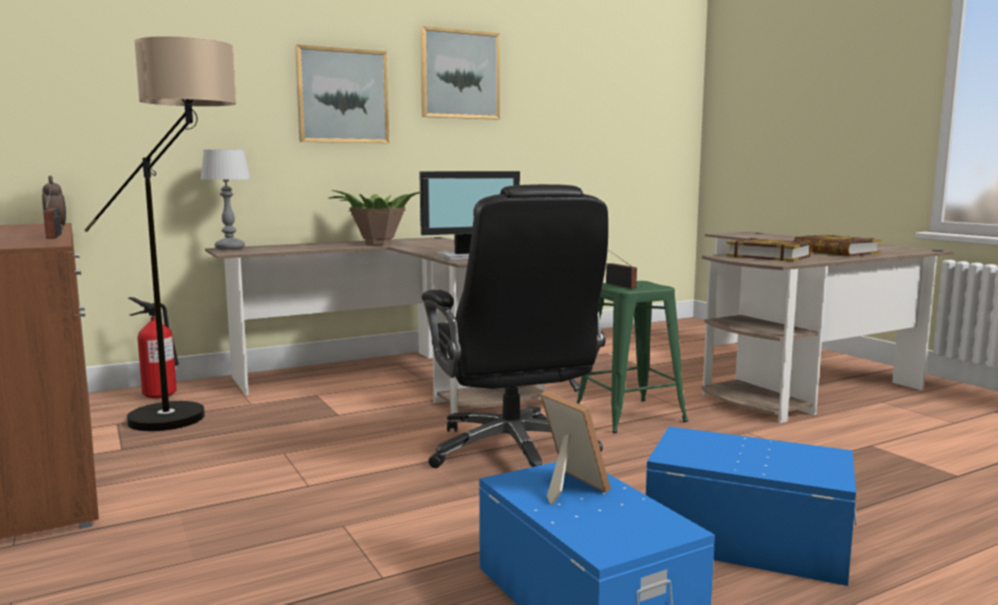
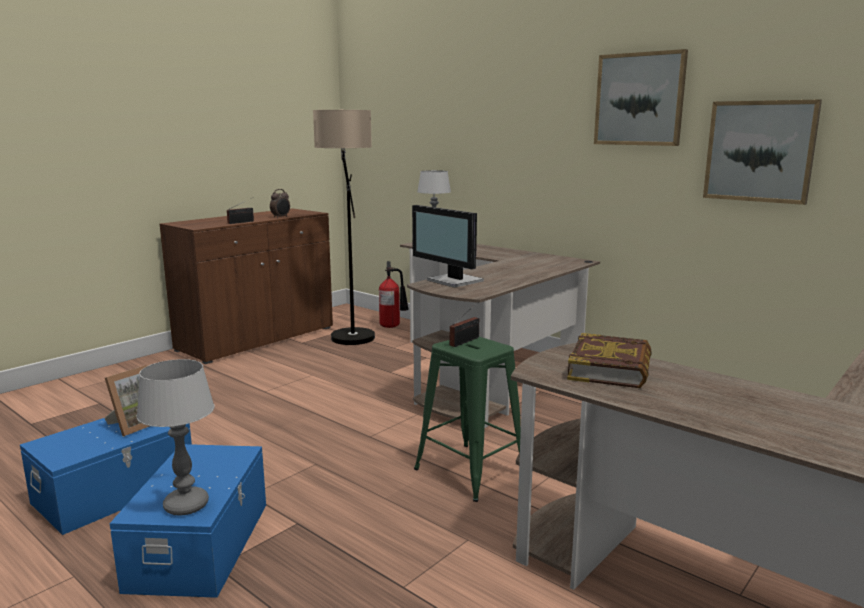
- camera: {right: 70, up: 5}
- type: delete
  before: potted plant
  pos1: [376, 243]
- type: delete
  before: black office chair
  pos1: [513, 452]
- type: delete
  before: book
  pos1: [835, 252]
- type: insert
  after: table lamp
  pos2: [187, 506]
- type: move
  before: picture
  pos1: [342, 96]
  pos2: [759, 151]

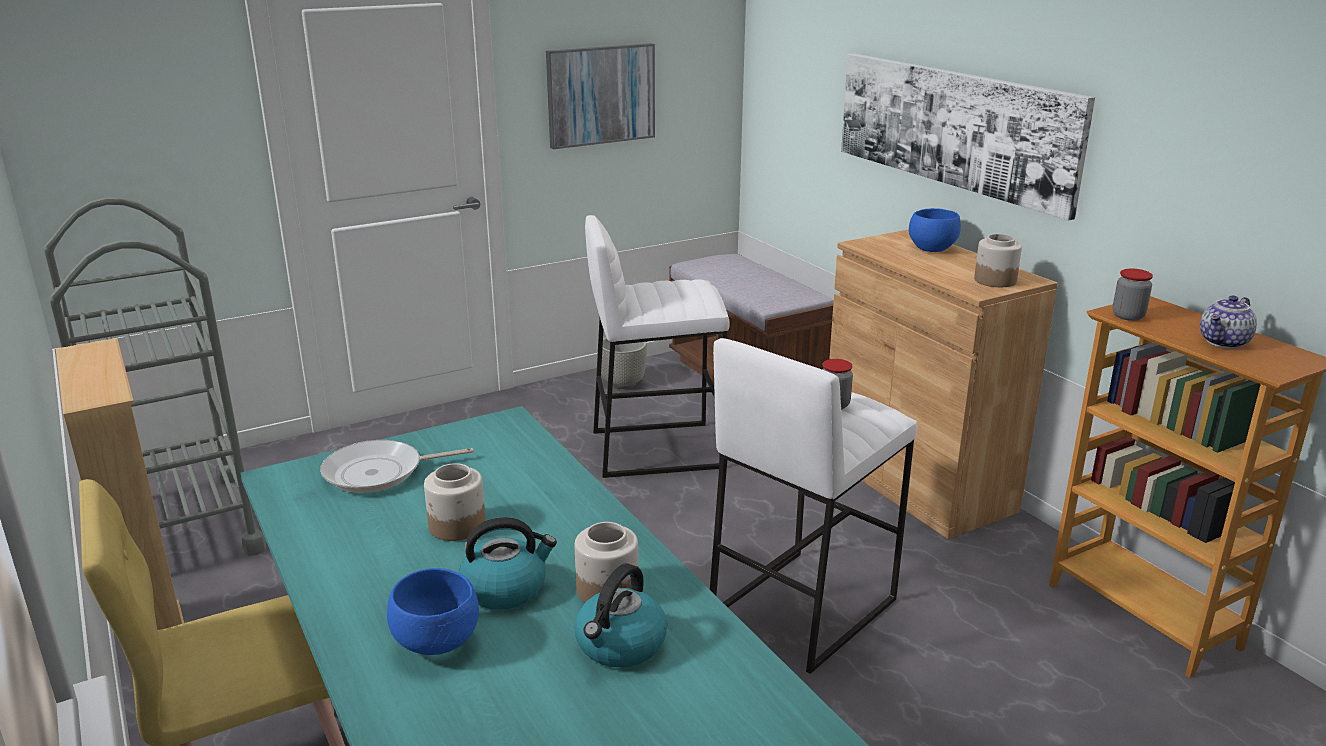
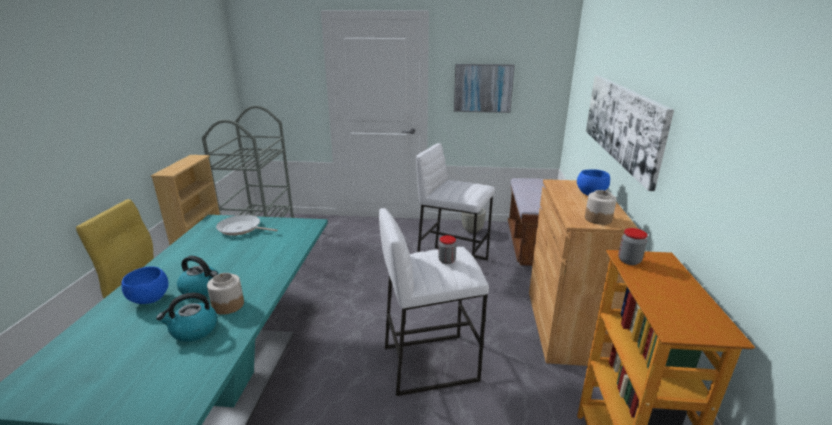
- camera: {right: 35, up: 0}
- type: delete
  before: jar
  pos1: [457, 526]
- type: delete
  before: teapot
  pos1: [1224, 343]

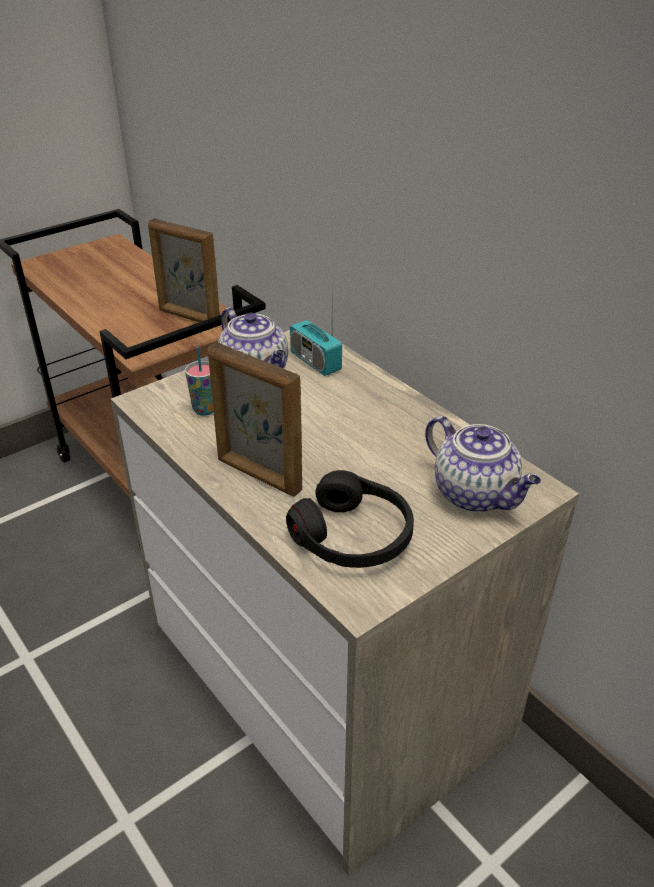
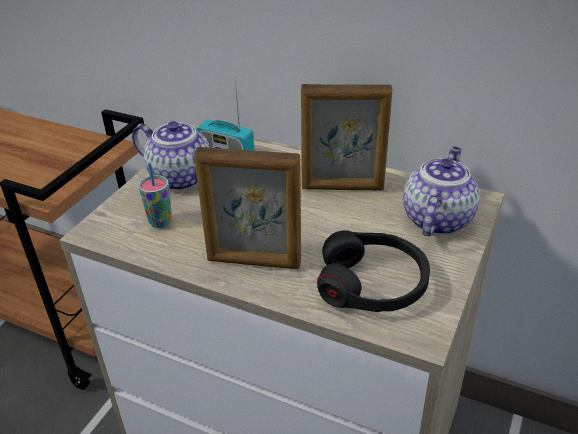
- camera: {right: -25, up: 0}
- type: move
  before: picture frame
  pos1: [189, 317]
  pos2: [342, 188]
- type: rotate
  before: teapot
  pos1: [476, 495]
  pos2: [436, 219]
  turn: -90

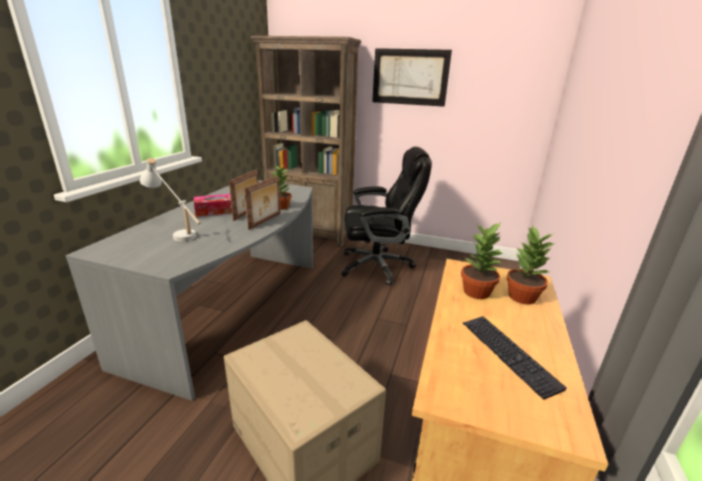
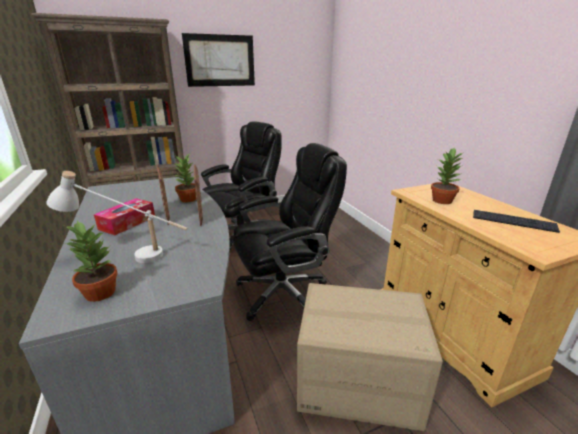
- camera: {right: -40, up: 0}
- type: insert
  after: black office chair
  pos2: [284, 292]
- type: move
  before: potted plant
  pos1: [521, 296]
  pos2: [99, 292]

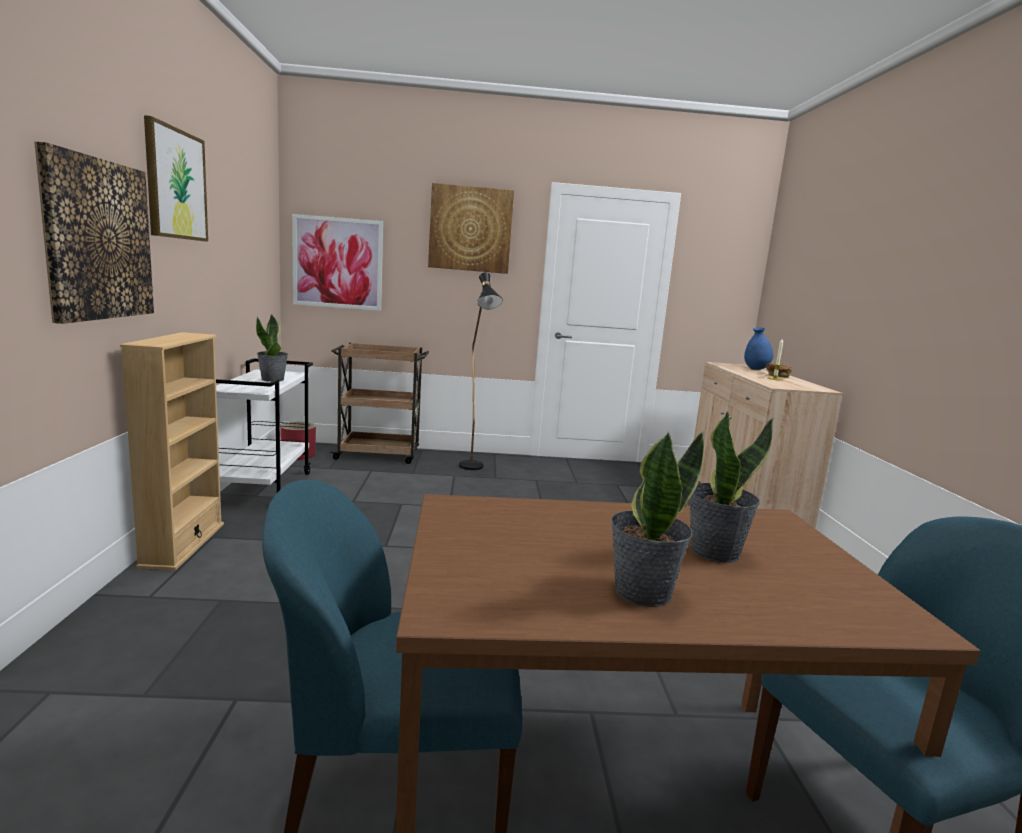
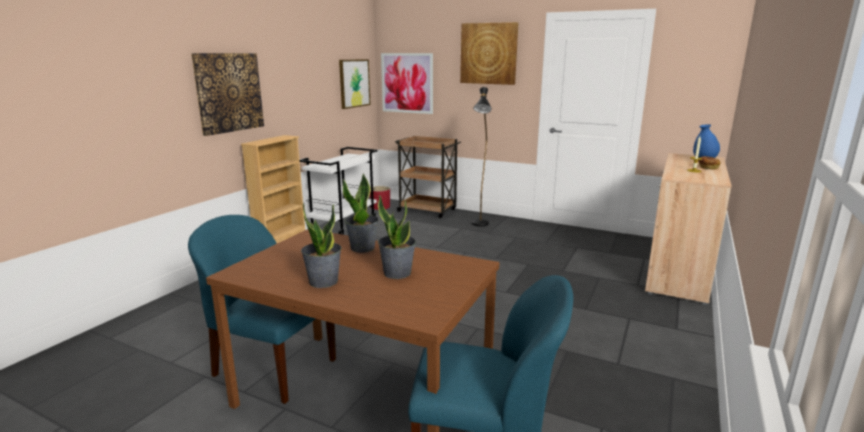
- camera: {right: 30, up: 5}
- type: move
  before: picture
  pos1: [175, 184]
  pos2: [354, 83]
- type: move
  before: potted plant
  pos1: [273, 379]
  pos2: [363, 248]

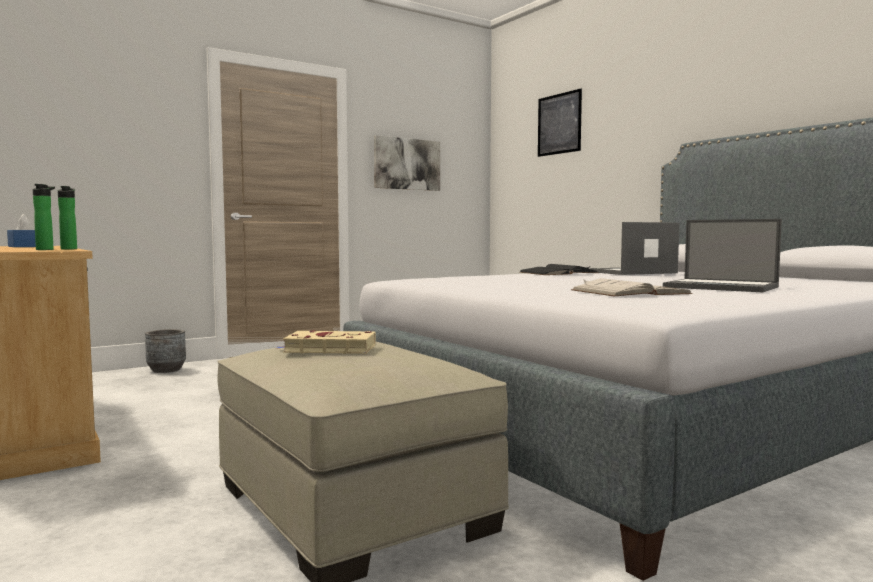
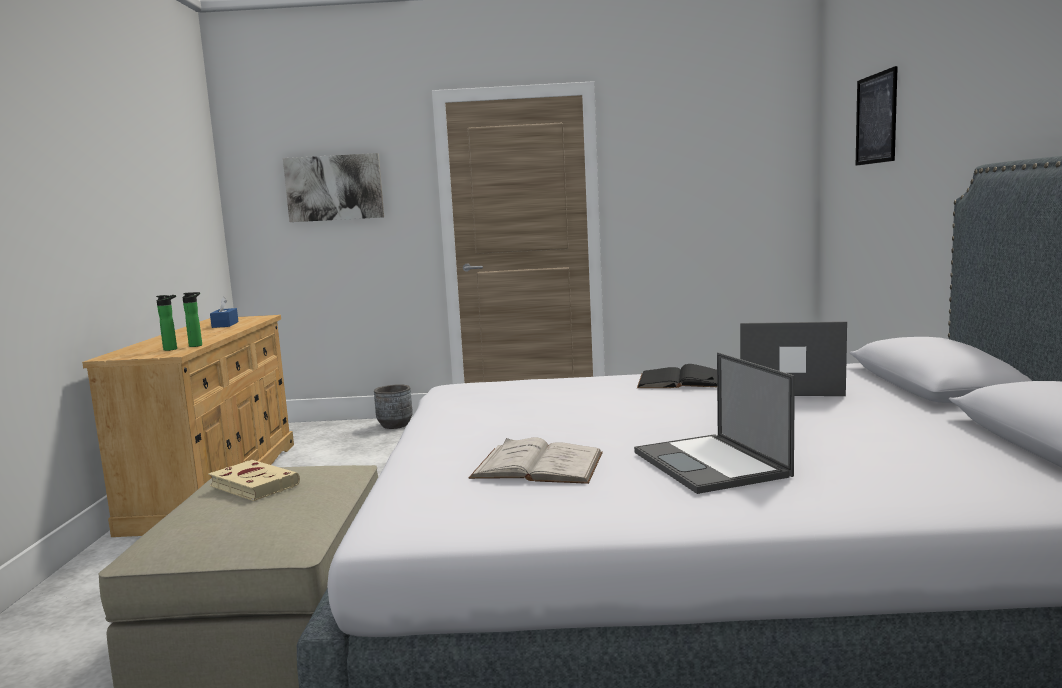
- camera: {right: 35, up: 5}
- type: move
  before: picture
  pos1: [407, 164]
  pos2: [334, 188]

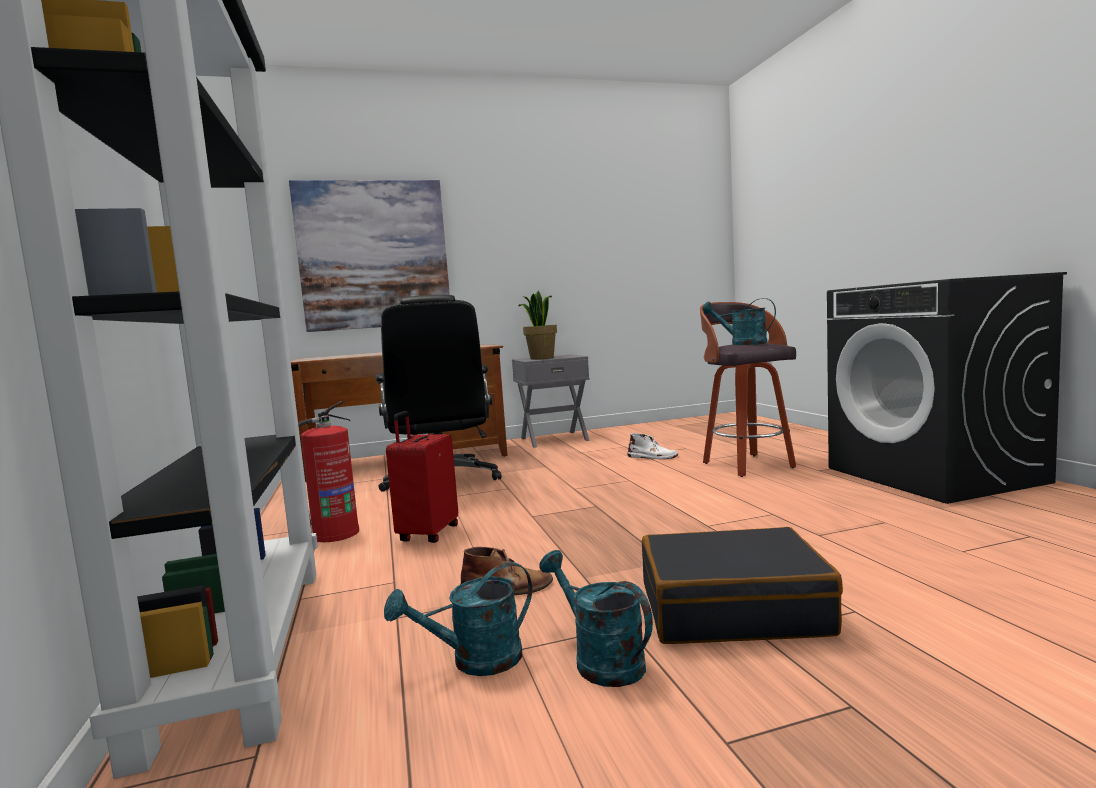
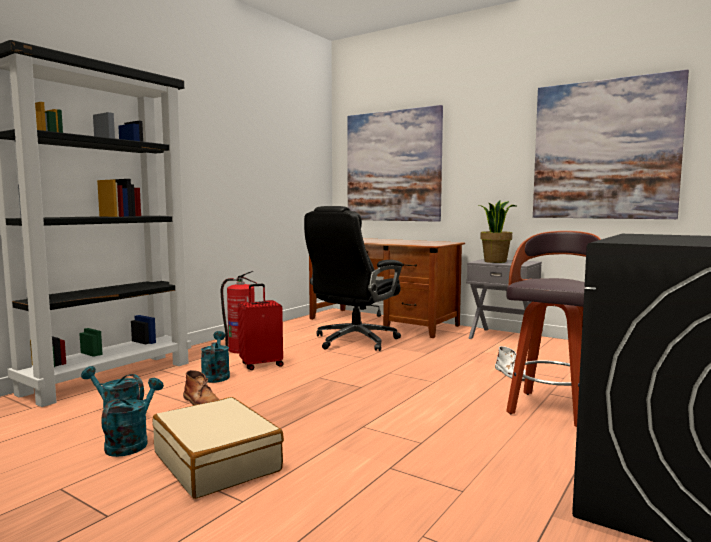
- camera: {right: 50, up: 0}
- type: insert
  after: picture
  pos2: [604, 150]
- type: move
  before: turquoise watering can
  pos1: [742, 344]
  pos2: [216, 375]
- type: recolor
  before: black suitcase
  after: beige suitcase
  pos1: [732, 608]
  pos2: [217, 462]

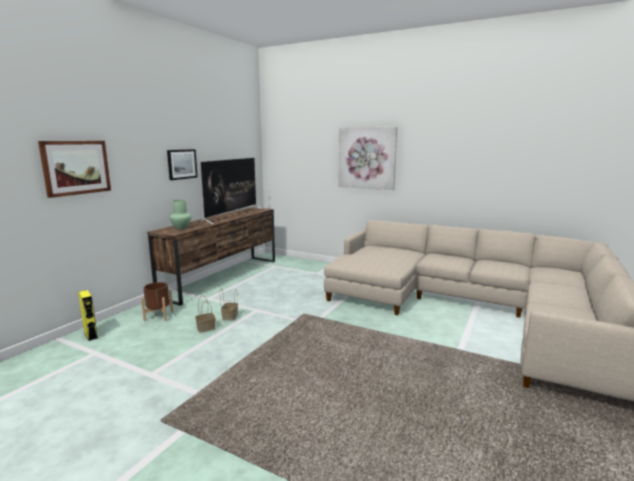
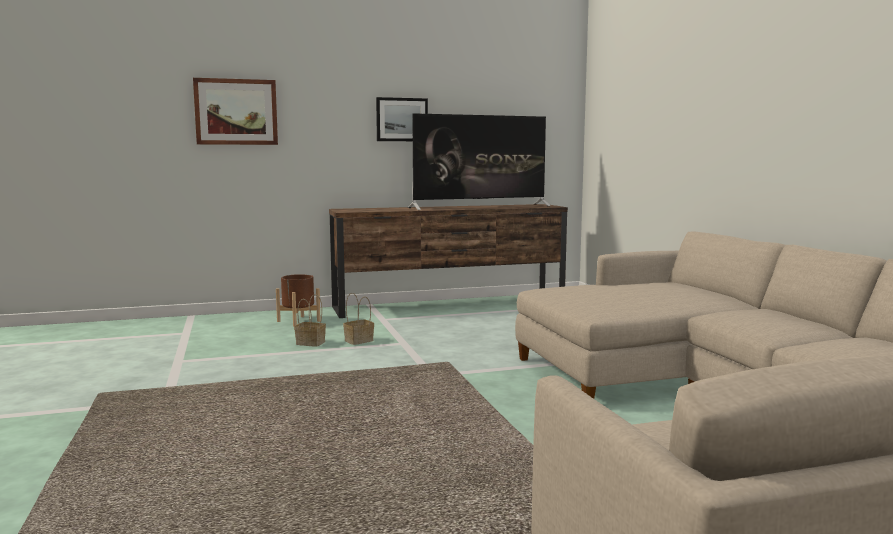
- camera: {right: 45, up: -5}
- type: delete
  before: yellow speaker
  pos1: [91, 335]
- type: delete
  before: green vase
  pos1: [181, 227]
- type: delete
  before: picture
  pos1: [367, 158]

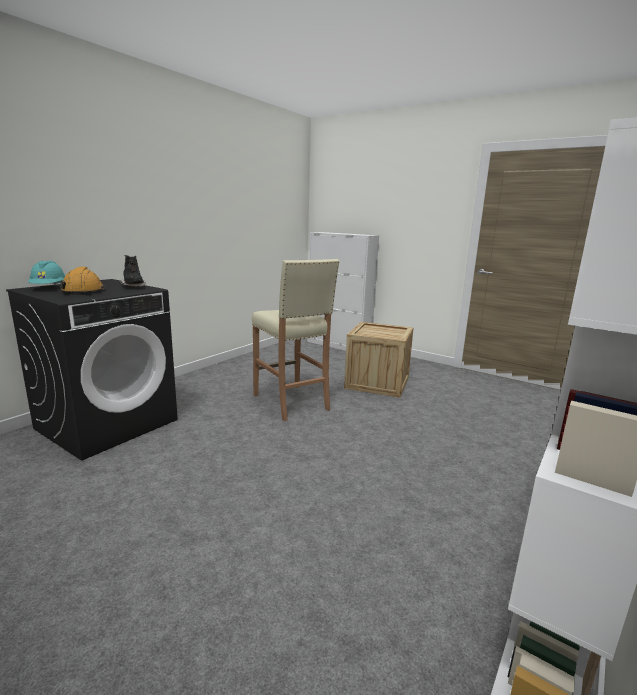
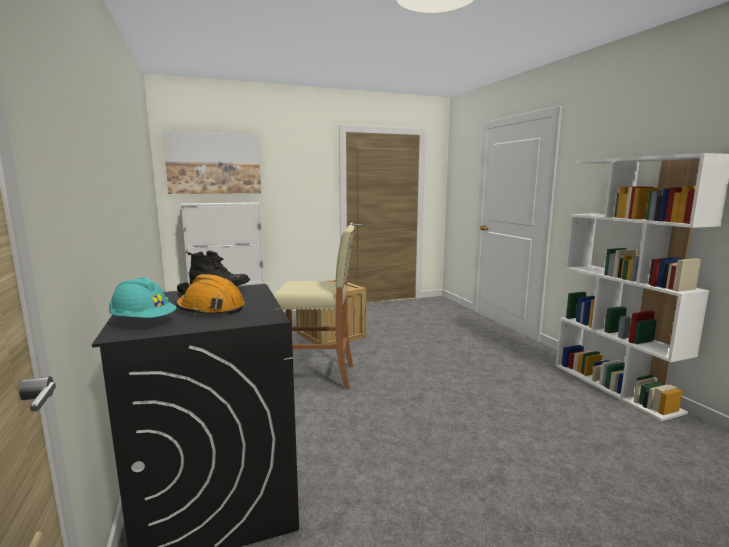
- camera: {right: -55, up: -5}
- type: insert
  after: picture
  pos2: [214, 163]

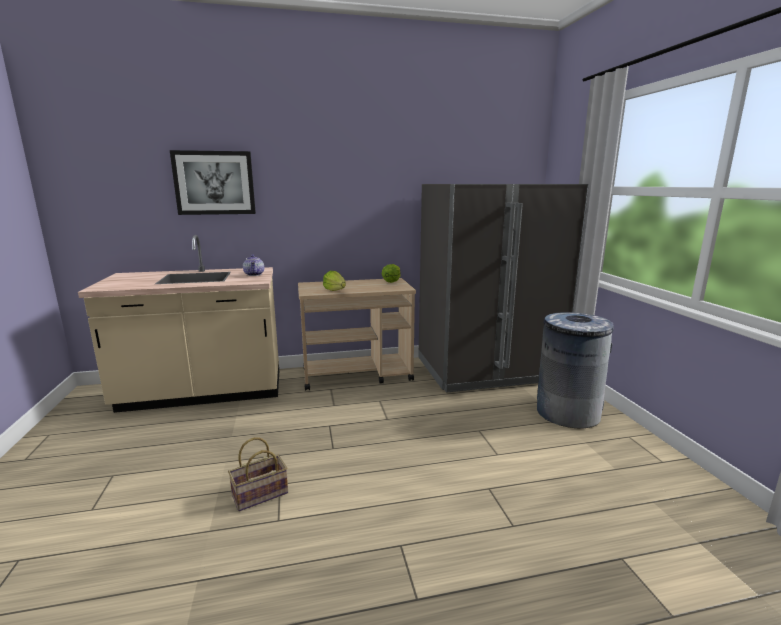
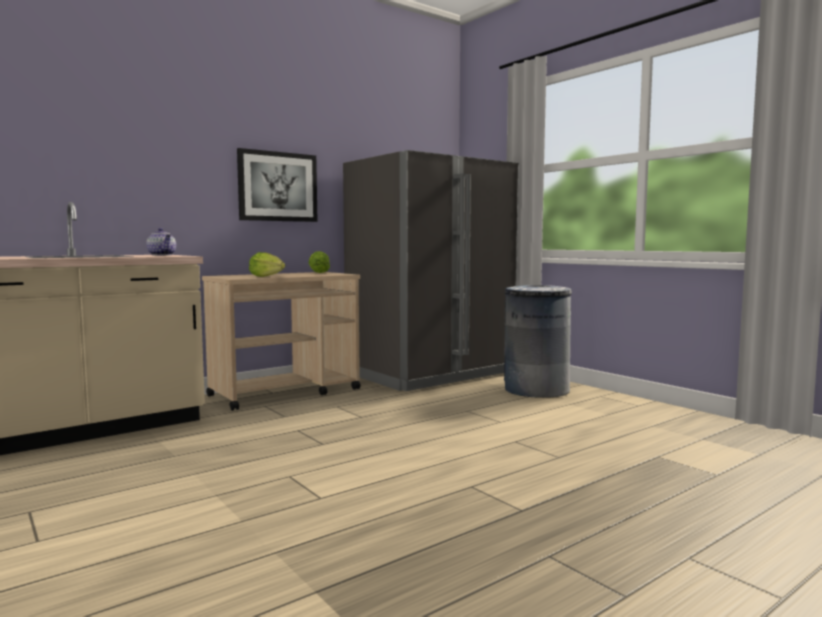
- camera: {right: -25, up: -10}
- type: delete
  before: basket
  pos1: [259, 495]
- type: move
  before: picture
  pos1: [214, 183]
  pos2: [278, 186]

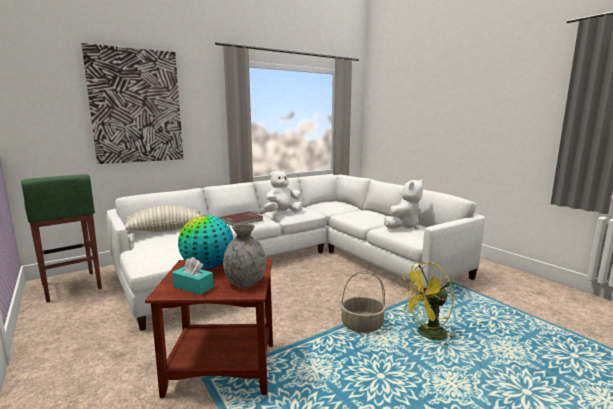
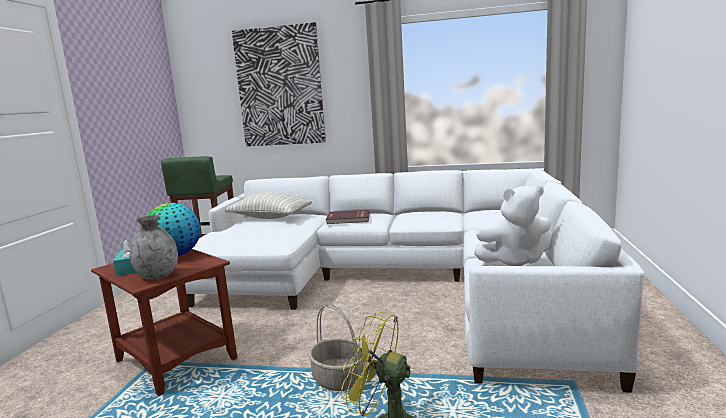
- camera: {right: 45, up: 0}
- type: delete
  before: white plush toy
  pos1: [282, 213]

